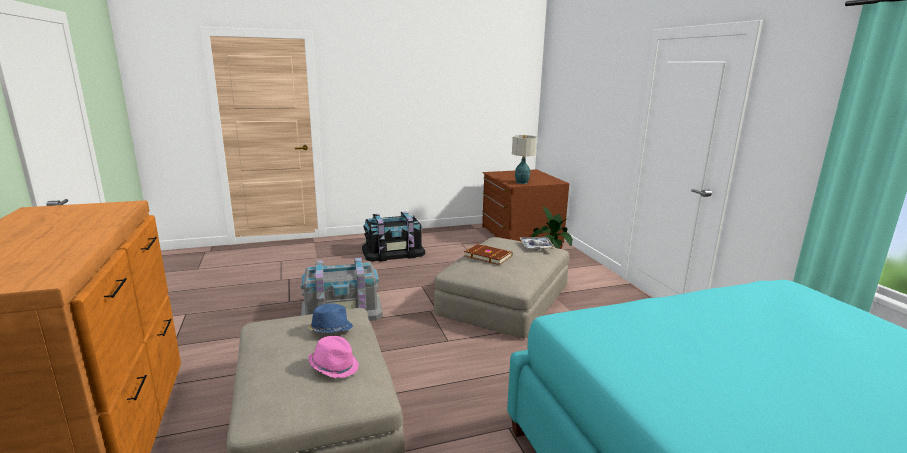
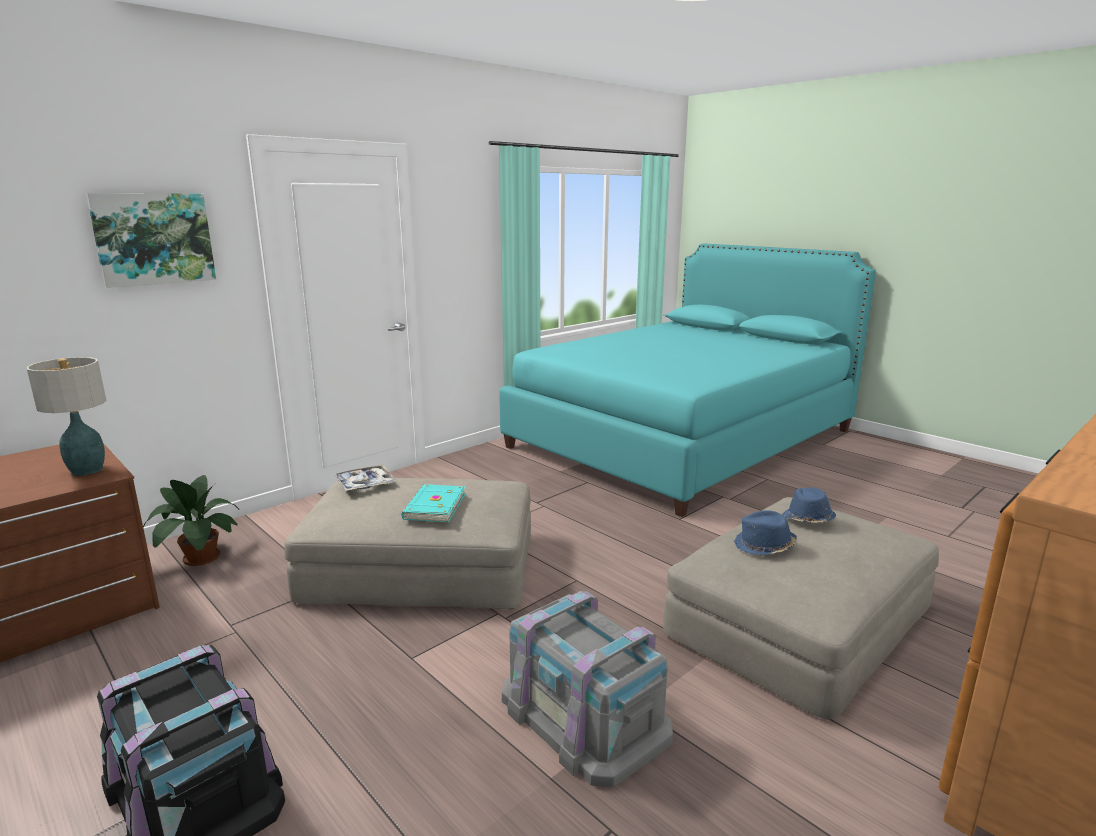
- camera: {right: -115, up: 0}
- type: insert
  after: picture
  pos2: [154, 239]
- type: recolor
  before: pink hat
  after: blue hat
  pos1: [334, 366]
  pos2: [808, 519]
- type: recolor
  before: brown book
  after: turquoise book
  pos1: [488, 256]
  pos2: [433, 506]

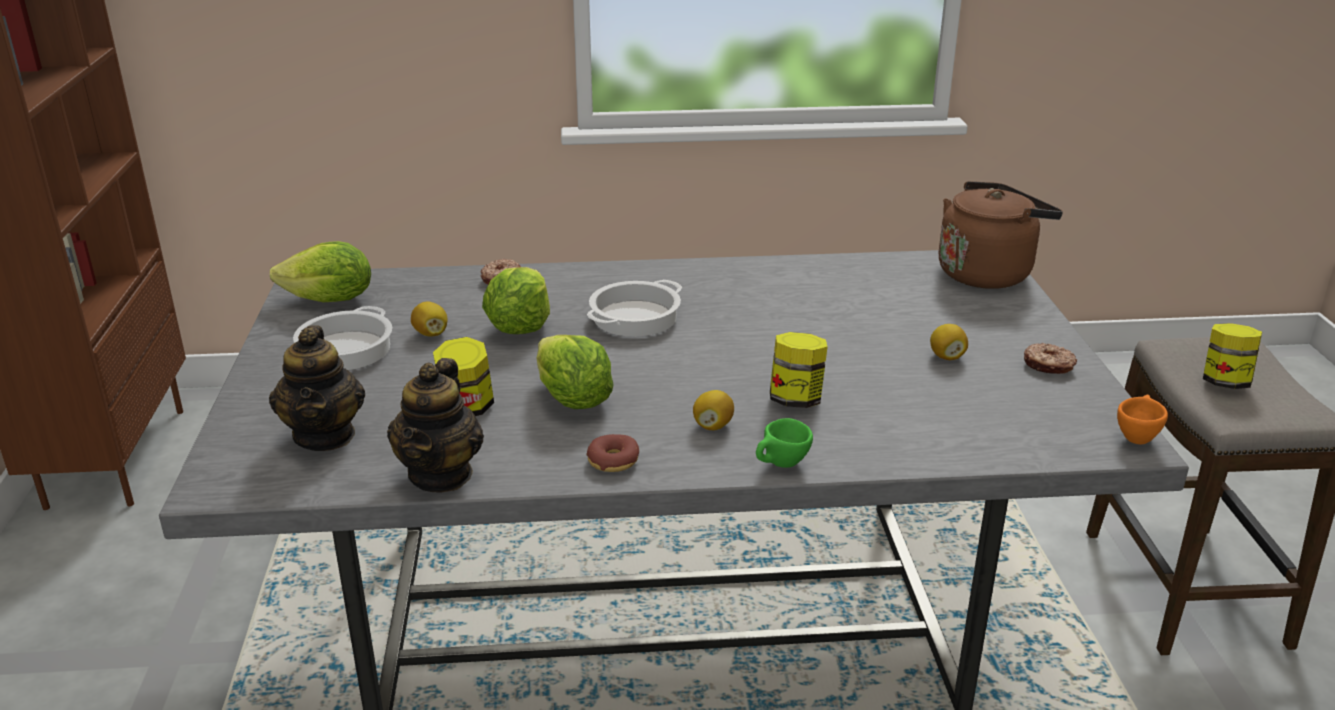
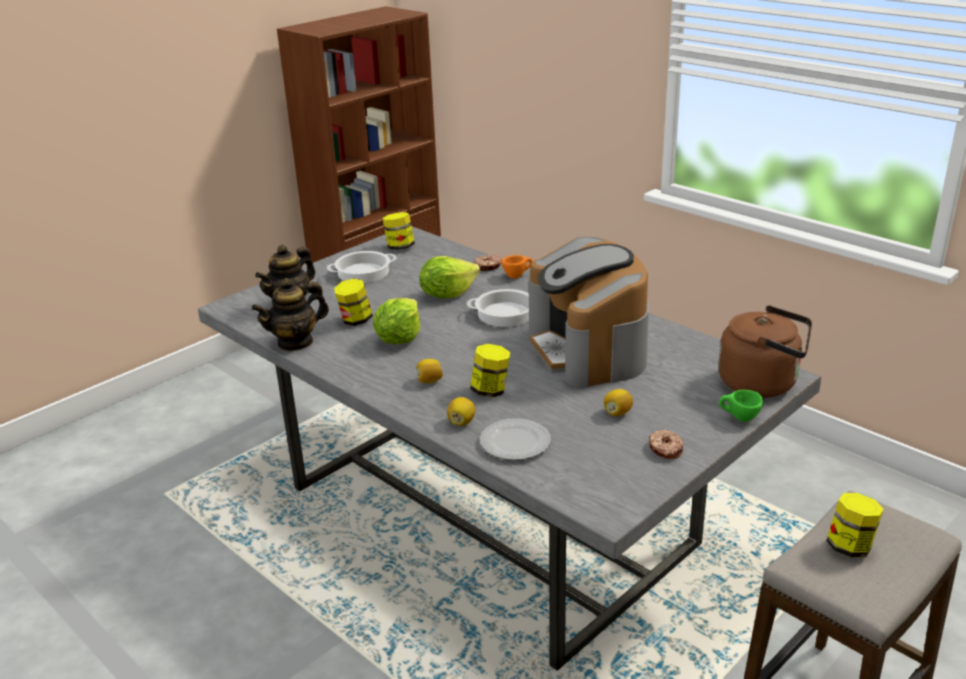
- camera: {right: 50, up: 0}
- type: delete
  before: donut
  pos1: [613, 461]
- type: insert
  after: plate
  pos2: [516, 442]
- type: insert
  after: coffee machine
  pos2: [588, 350]
- type: move
  before: lemon
  pos1: [431, 333]
  pos2: [461, 422]
- type: move
  before: green cup
  pos1: [781, 466]
  pos2: [739, 418]
- type: move
  before: orange cup
  pos1: [1136, 436]
  pos2: [517, 276]
- type: replace
  before: lettuce
  after: jar
  pos1: [330, 301]
  pos2: [400, 247]

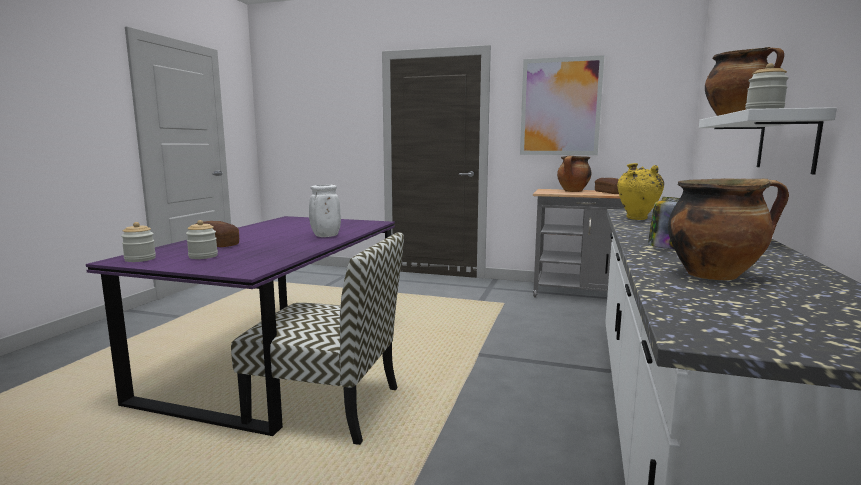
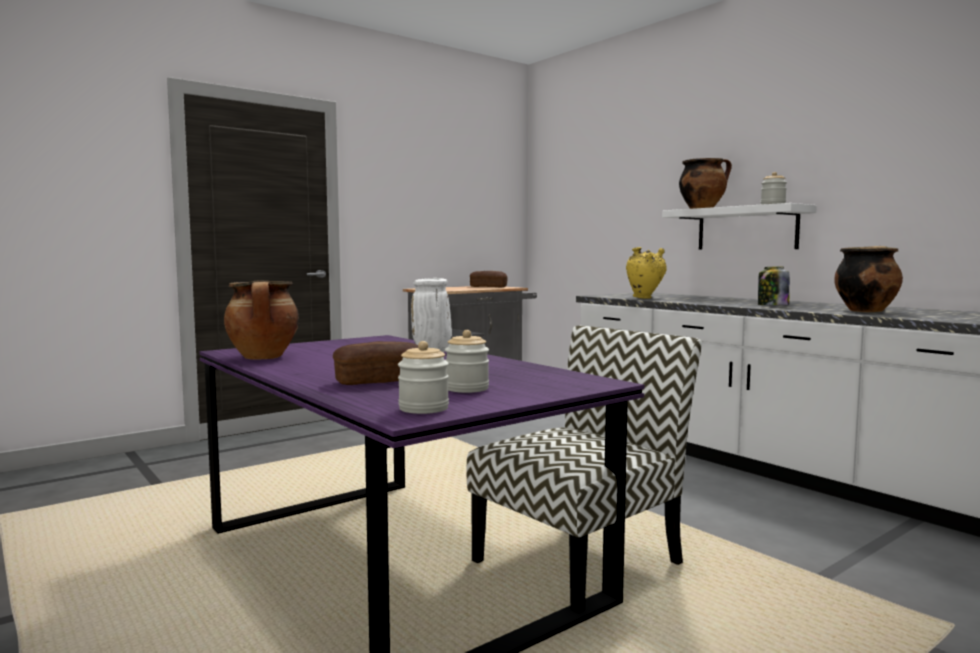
- camera: {right: -55, up: -5}
- type: delete
  before: picture
  pos1: [560, 107]
- type: move
  before: cooking pot
  pos1: [573, 191]
  pos2: [264, 358]

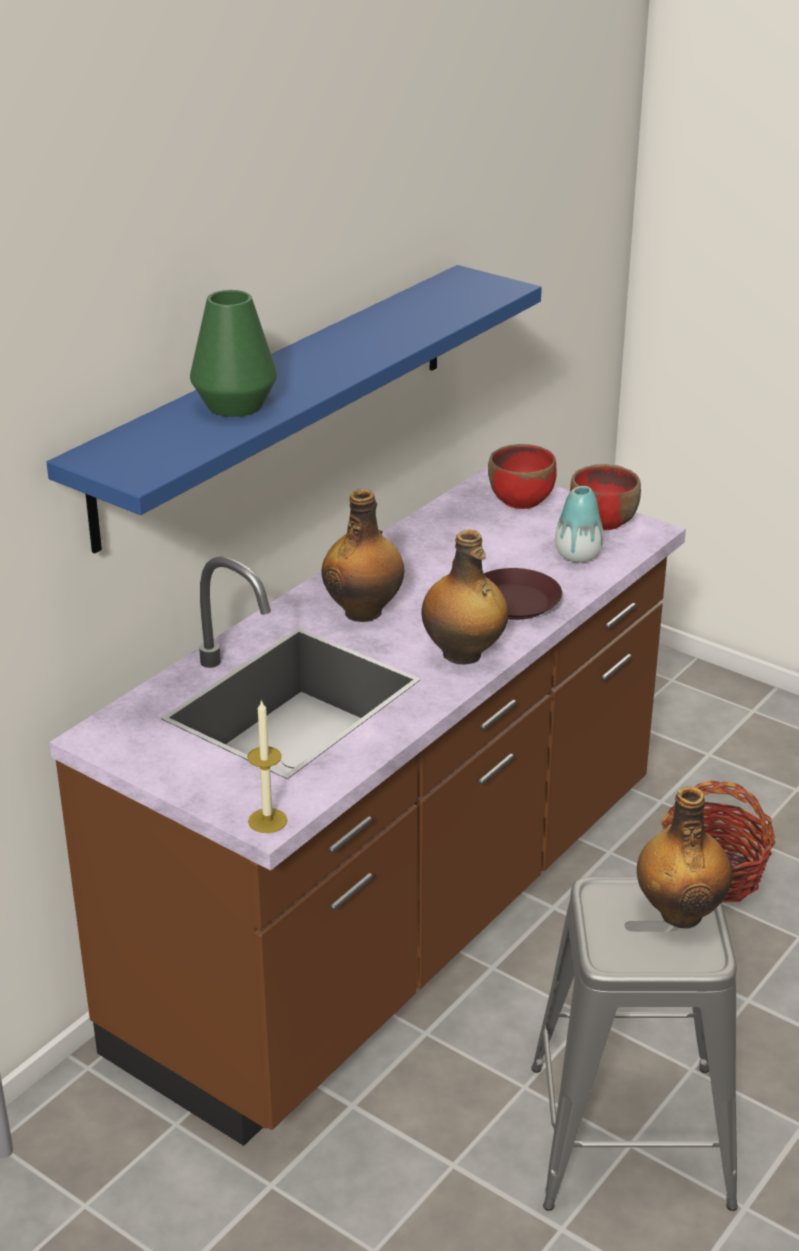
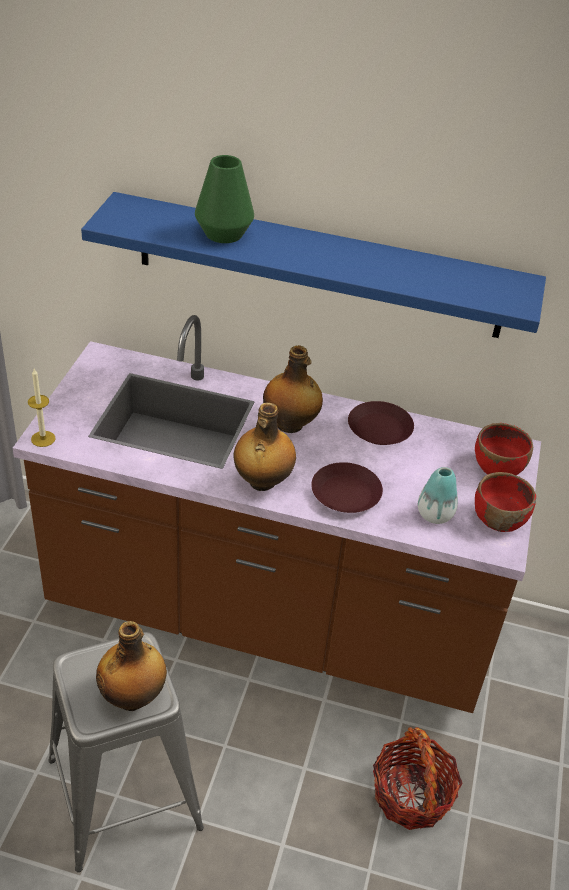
- camera: {right: 65, up: 10}
- type: insert
  after: brown plate
  pos2: [380, 428]

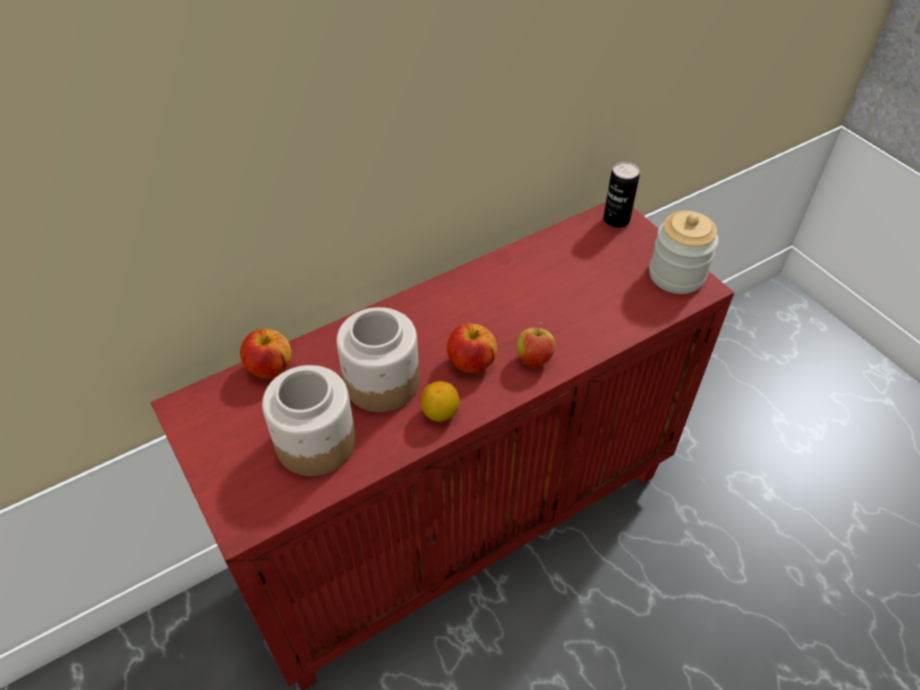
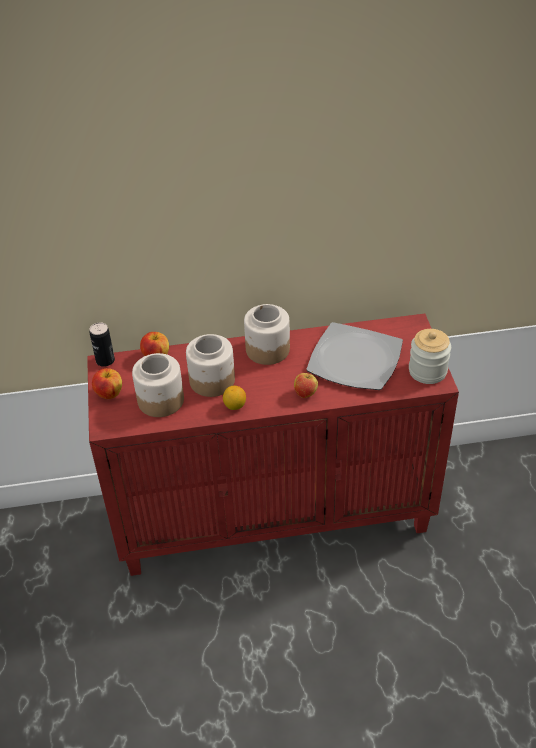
- camera: {right: 25, up: -5}
- type: insert
  after: jar
  pos2: [267, 349]
- type: insert
  after: plate
  pos2: [354, 360]
- type: move
  before: apple
  pos1: [471, 363]
  pos2: [109, 393]
- type: move
  before: can
  pos1: [616, 220]
  pos2: [105, 360]

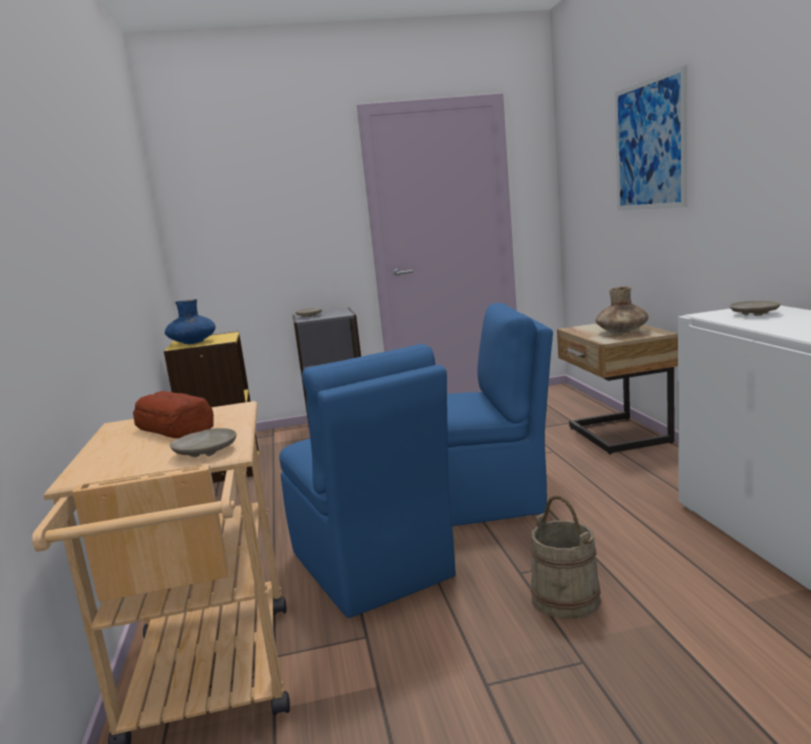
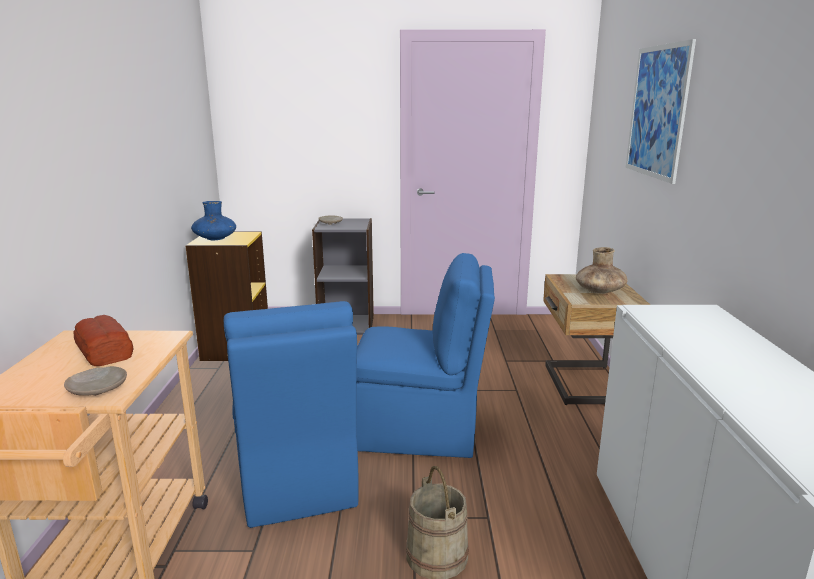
- camera: {right: 10, up: 5}
- type: delete
  before: beige plate
  pos1: [753, 314]

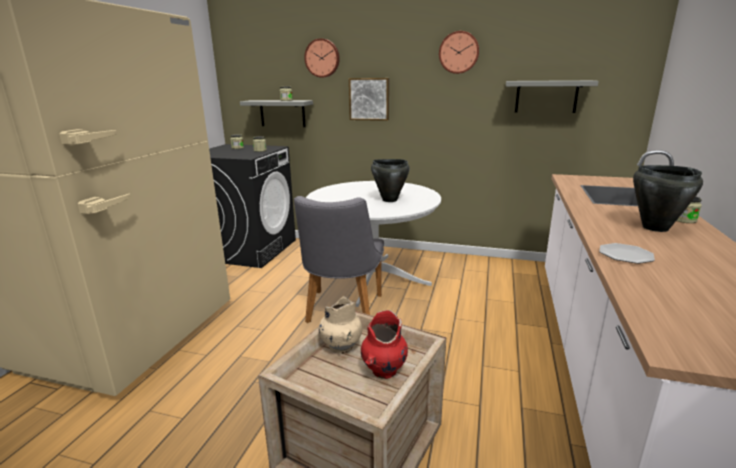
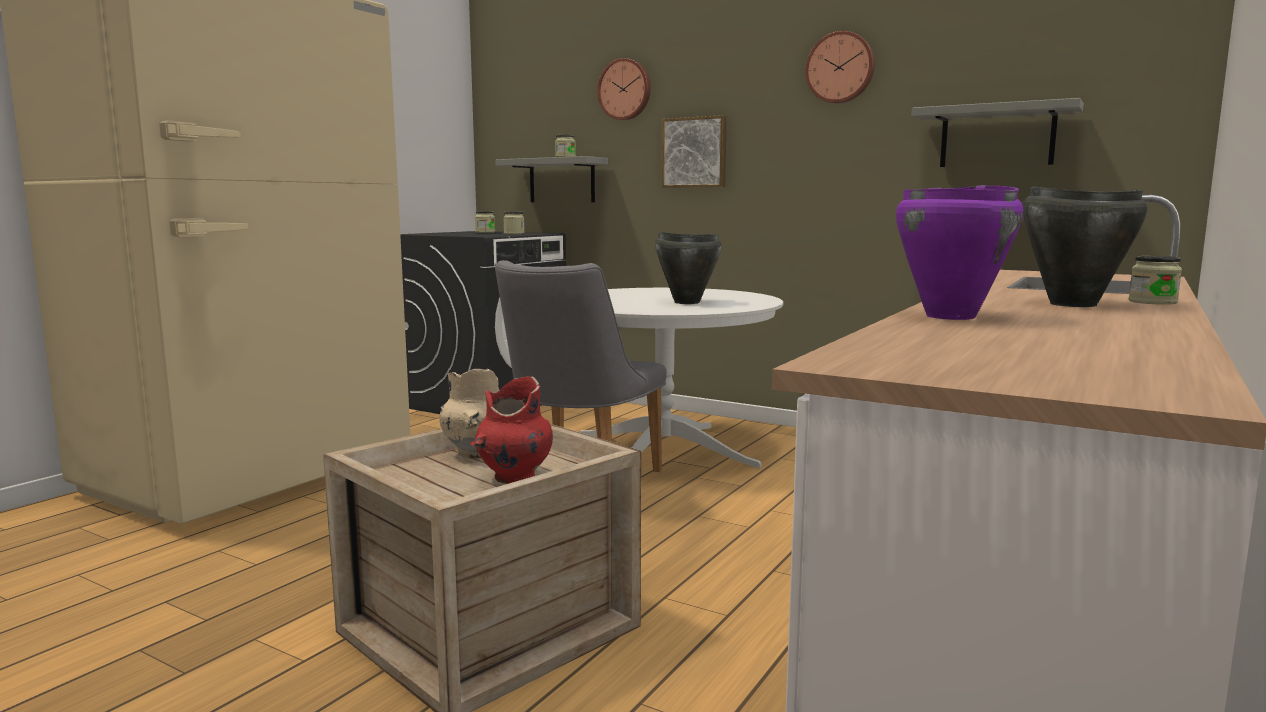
- camera: {right: 15, up: -10}
- type: replace
  before: plate
  after: purple cooking pot
  pos1: [626, 255]
  pos2: [952, 316]

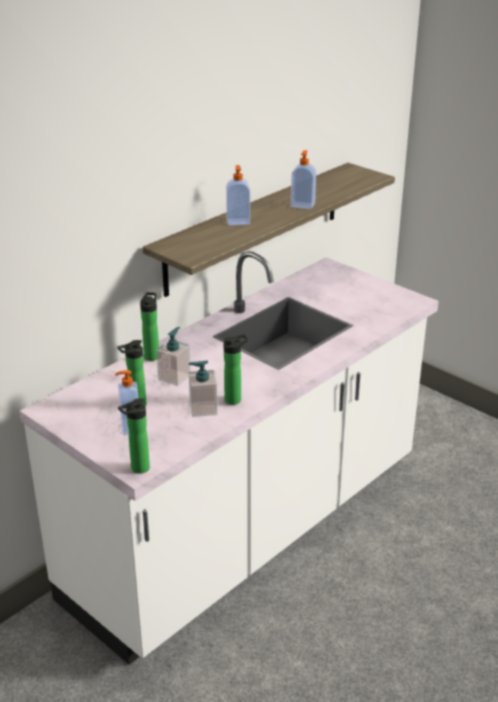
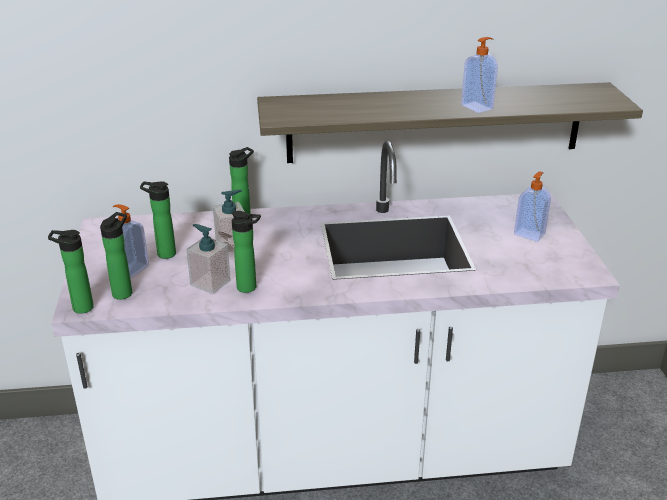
- camera: {right: 40, up: 0}
- type: insert
  after: bottle
  pos2: [124, 292]
- type: move
  before: soap dispenser
  pos1: [238, 221]
  pos2: [529, 234]

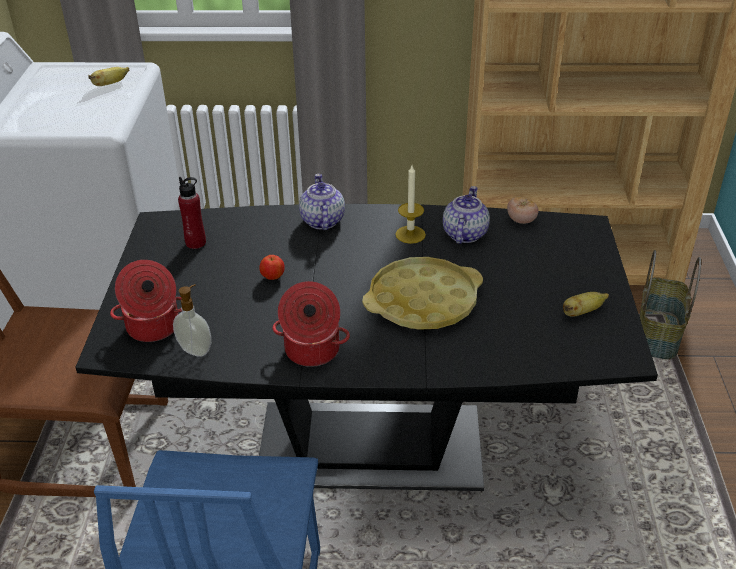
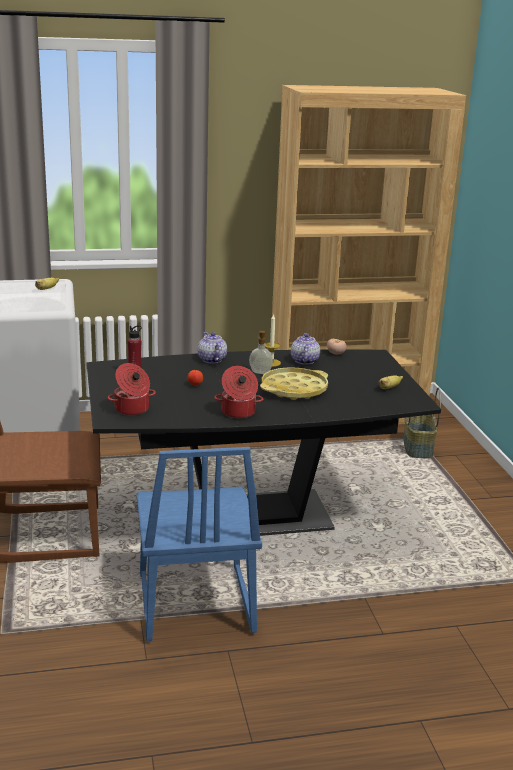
- camera: {right: -15, up: -15}
- type: move
  before: soap dispenser
  pos1: [196, 349]
  pos2: [260, 372]

